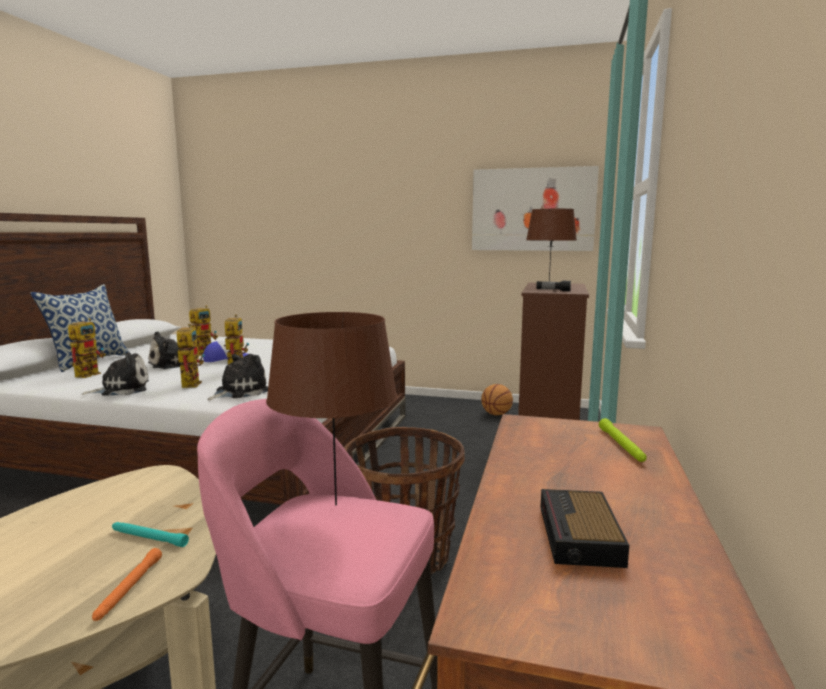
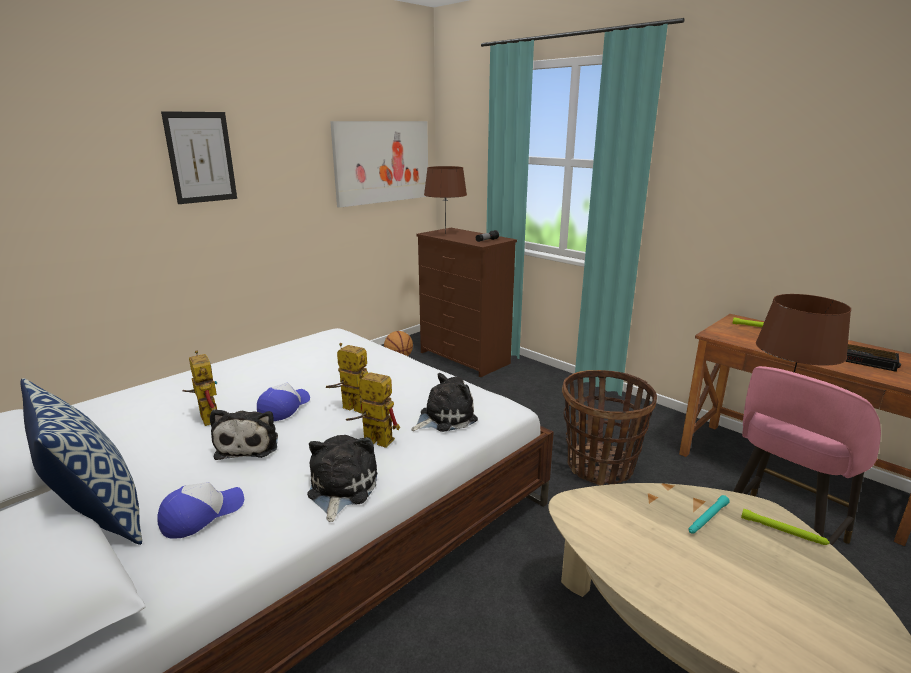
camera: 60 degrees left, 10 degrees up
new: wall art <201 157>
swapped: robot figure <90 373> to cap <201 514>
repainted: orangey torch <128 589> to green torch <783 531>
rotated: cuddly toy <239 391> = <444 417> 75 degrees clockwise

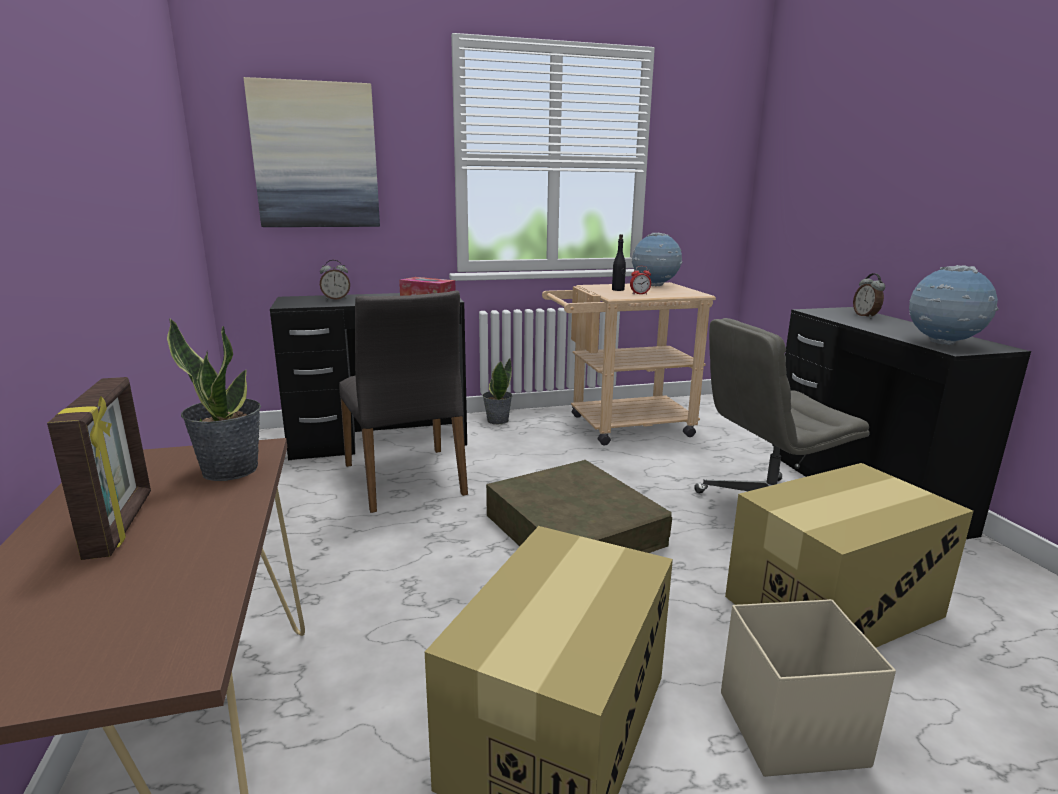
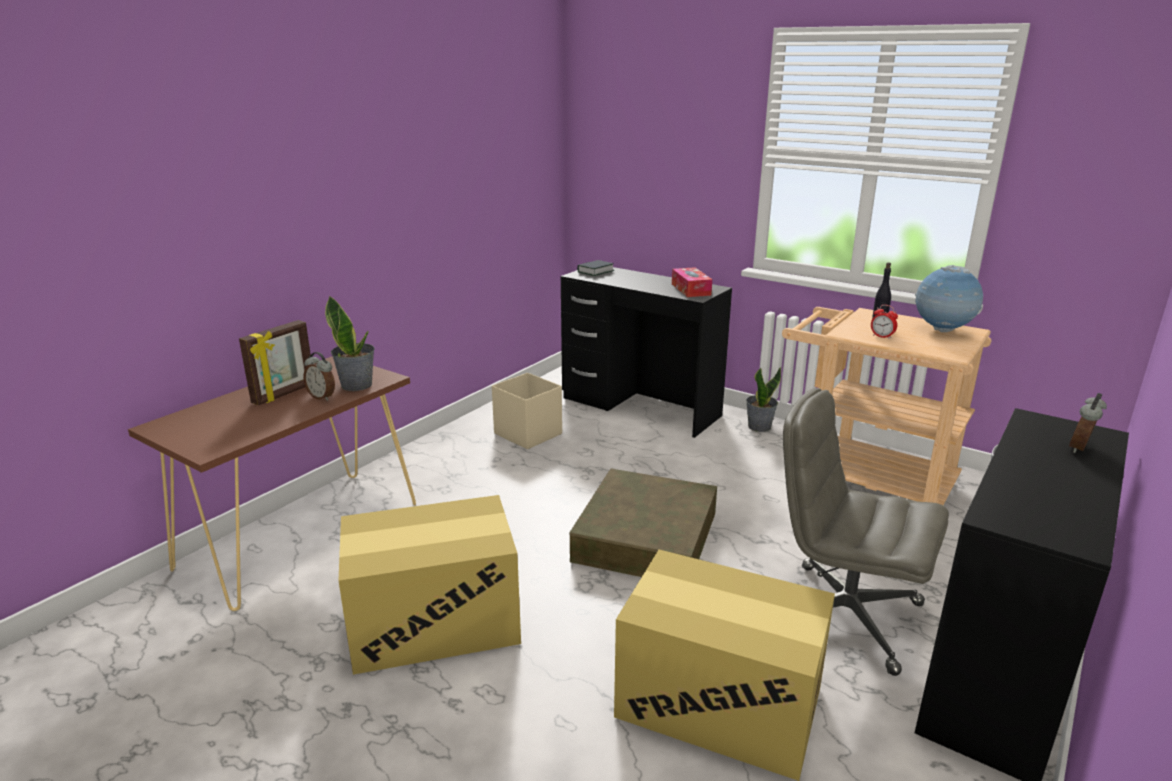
camera: 50 degrees right, 5 degrees up
gone: wall art <316 156>; grey upright chair <406 479>; desk globe <943 344>
new: bound book <595 271>
shifted: bedside clock <336 299> to <322 397>; beige-coloured storage container <788 728> to <527 433>

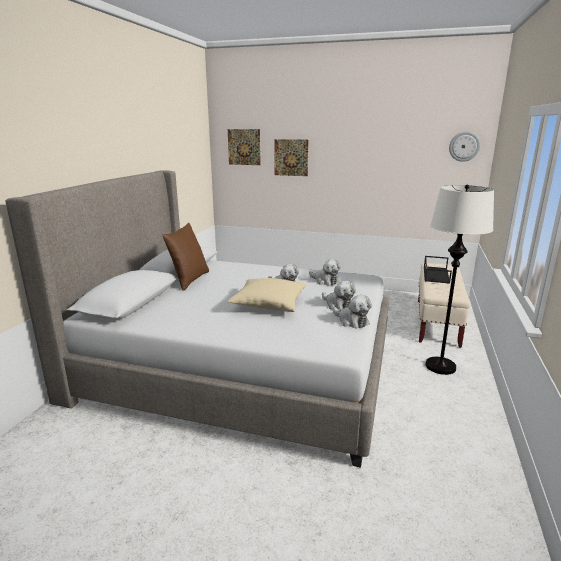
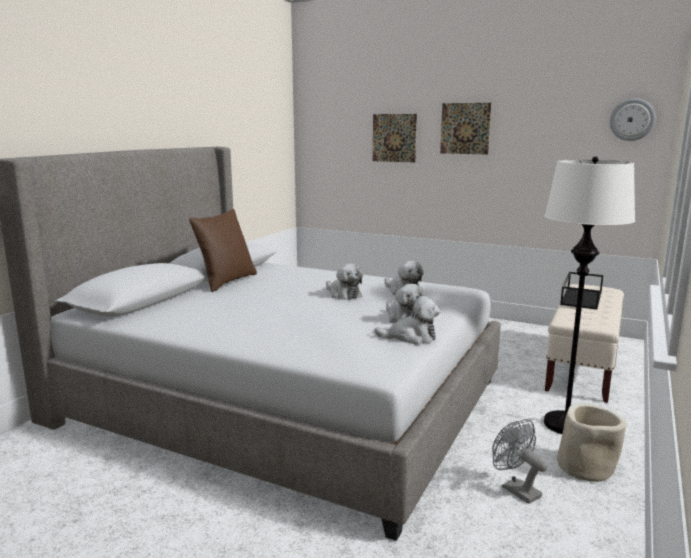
camera: 10 degrees right, 5 degrees down
gone: beige-coloured cushion <269 304>
new: grey cooling fan <515 489>; beige-coloured flower pot <585 468>
shifted: wall art <244 147> to <465 128>
rotated: cuddly toy <351 321> = <411 337> 60 degrees counterclockwise

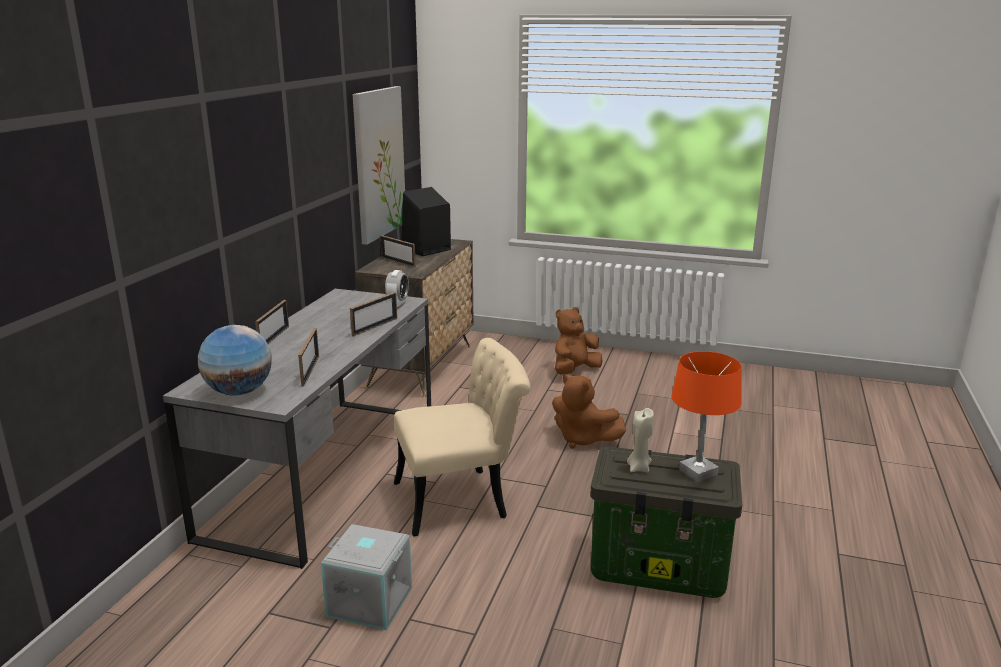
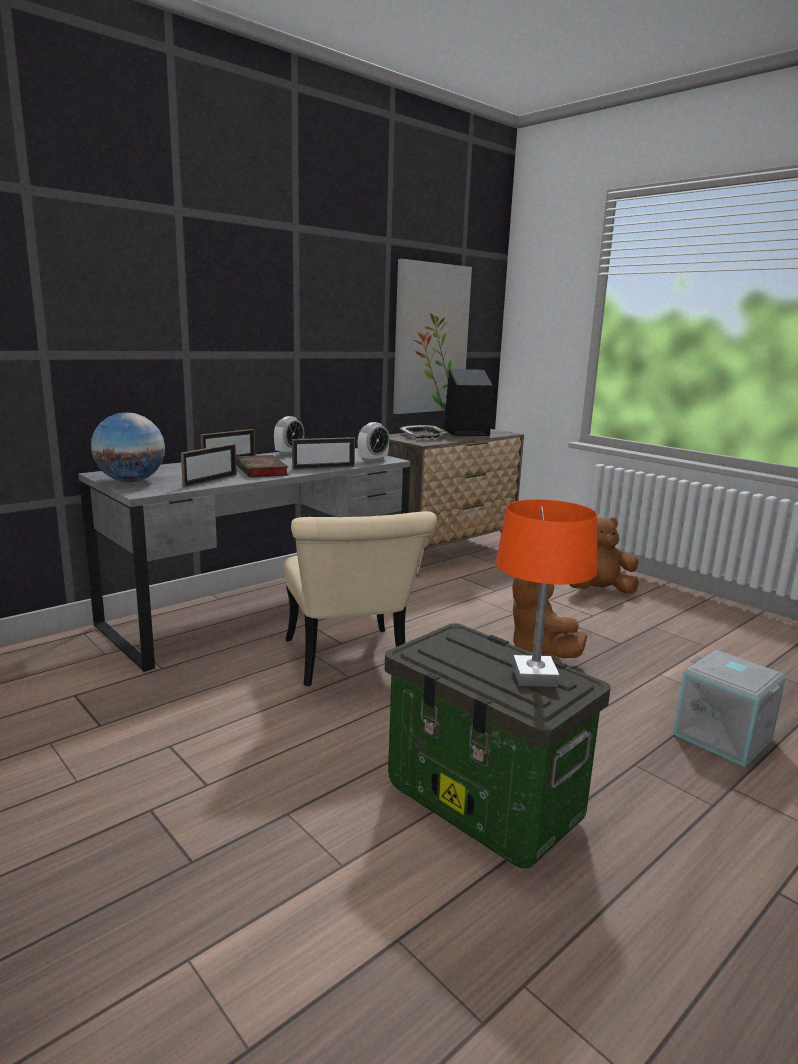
camera: 30 degrees right, 5 degrees down
gone: beige-coloured wax candle <638 468>
new: bound book <262 471>; bedside clock <289 453>
shifted: grey storage container <371 601> to <724 736>
swapped: photo frame <398 262> to tray <423 436>
rotated: beige-coloured upright chair <462 498> = <349 663> 60 degrees clockwise

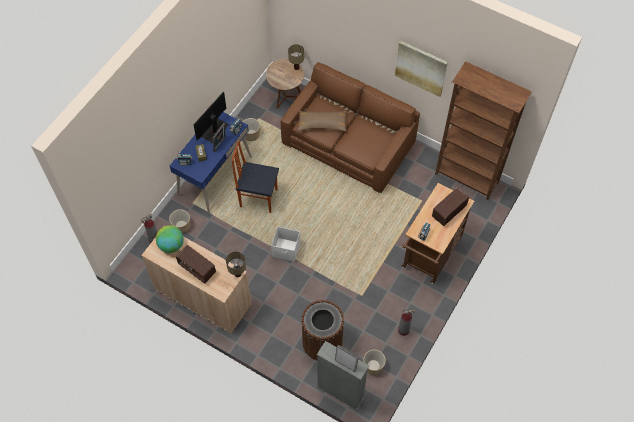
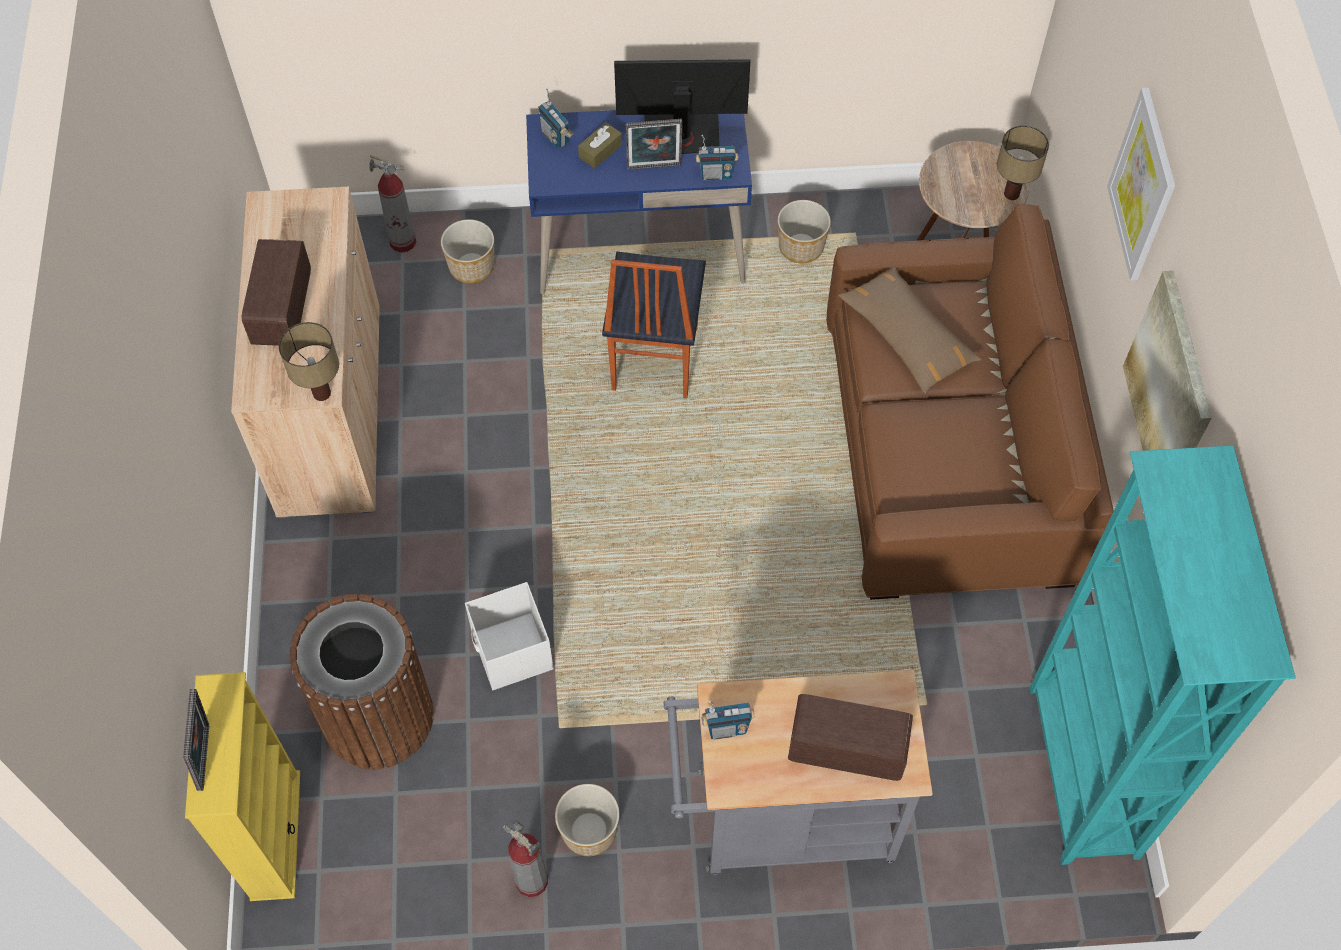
camera: 55 degrees right, 0 degrees up
gone: desk globe <171 245>
new: wall art <1143 185>
shifted: white storage container <286 250> to <512 652>; flower pot <373 366> to <590 831>
repainted: grey bookcase <340 392> to yellow bookcase <275 835>; brown trolley <429 256> to grey trolley <782 819>; brown bookcase <467 178> to turquoise-coloured bookcase <1081 773>
rotated: upright chair <258 197> = <653 359> 150 degrees counterclockwise

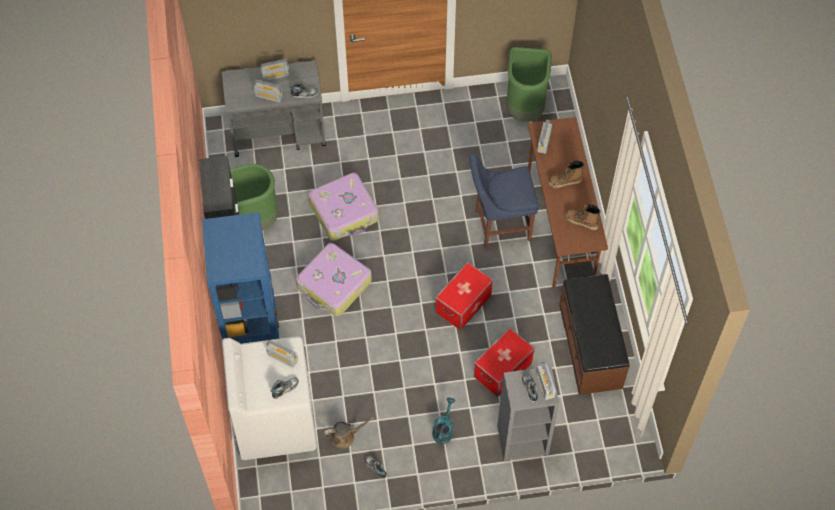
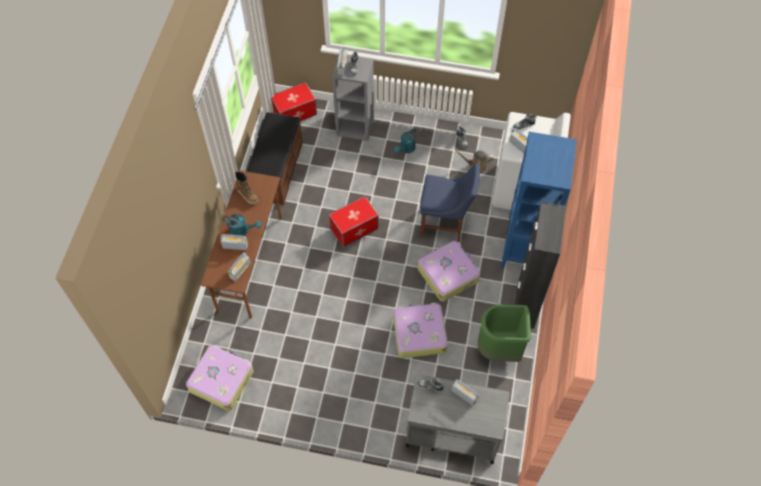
camera: 160 degrees left, 0 degrees up
shifted: radio <275 75> to <235 246>; blue upright chair <499 225> to <445 224>; storage container <503 370> to <294 112>
swapped: green waste bin <525 109> to suitcase <221 380>; high-top boot <564 182> to turquoise-coloured sprinkling can <242 230>

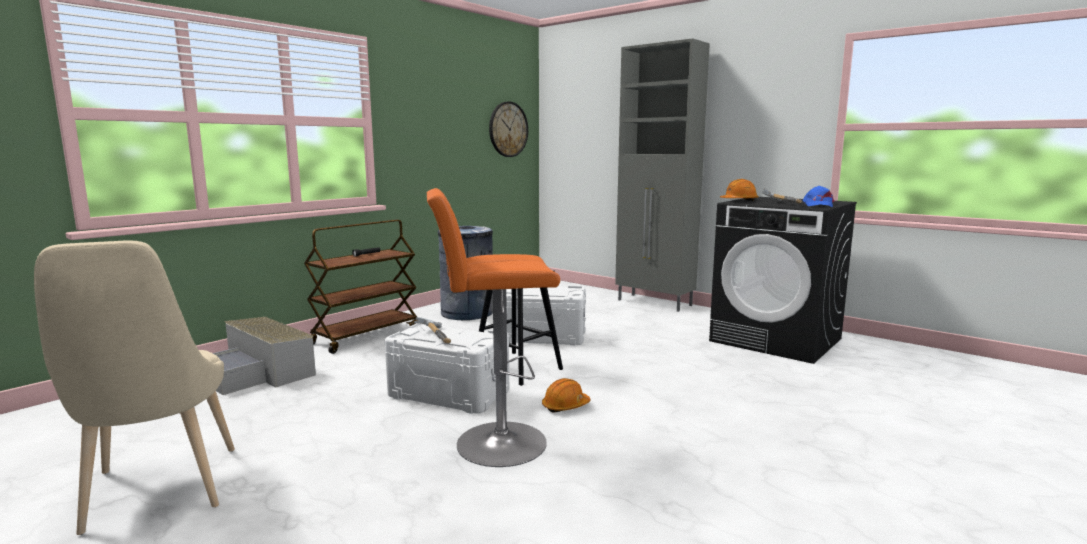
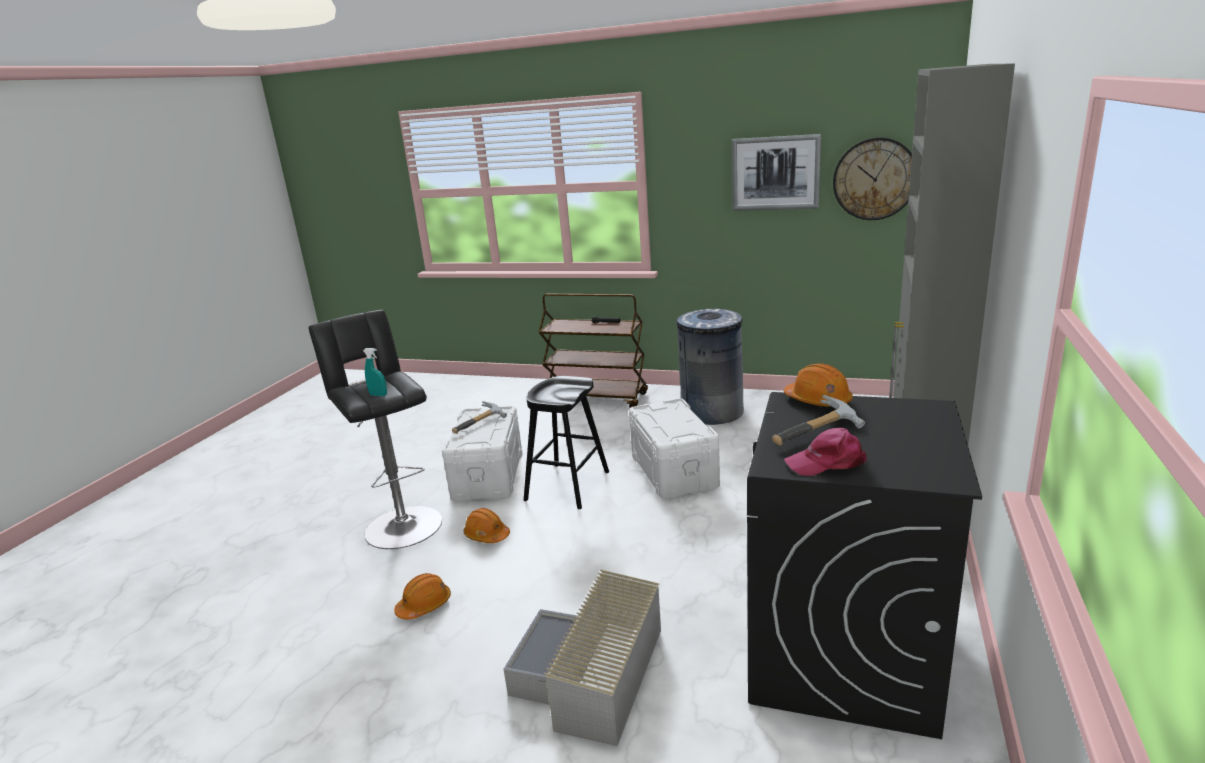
camera: 70 degrees right, 10 degrees up
gone: beige-coloured upright chair <159 494>
new: turquoise-coloured spray bottle <378 395>; orangey work helmet <424 605>; wall art <775 173>
shifted: grey storage container <260 372> to <591 676>
repainted: orangey sitting stool <494 444> to black-coloured sitting stool <401 524>; blue cap <817 205> to pinkish cap <827 462>

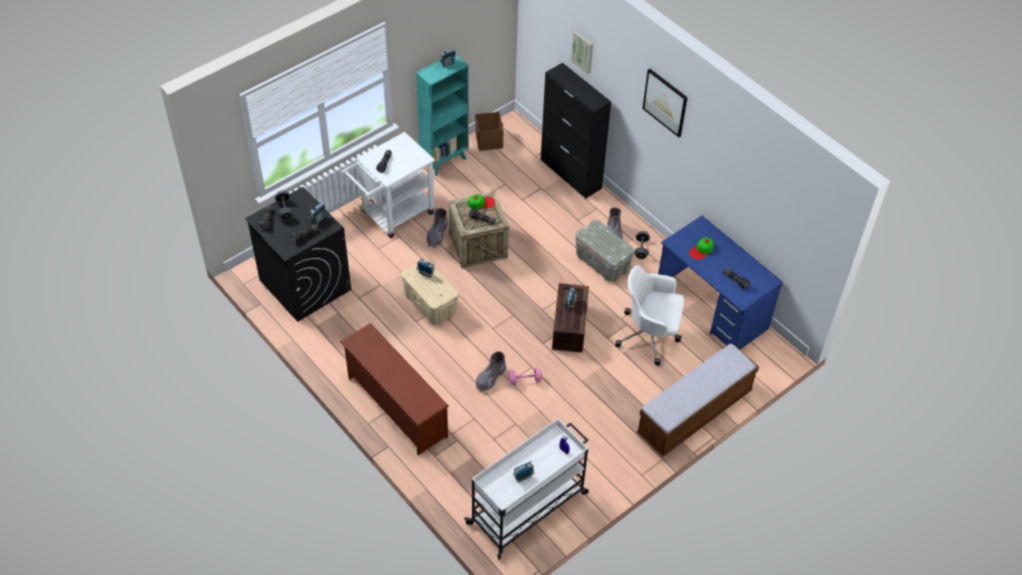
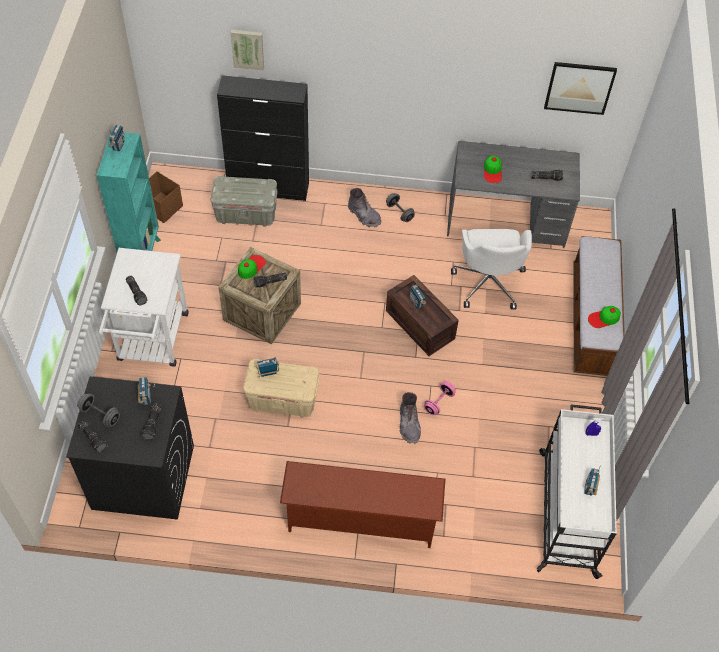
camera: 45 degrees left, 5 degrees up
gone: grey high-top boot <437 235>
new: cap <604 318>
shifted: grey storage container <602 263> to <246 214>; wall art <665 102> to <579 87>
repainted: blue desk <711 308> to grey desk <506 221>
rotated: white desk chair <650 335> = <488 282> 60 degrees counterclockwise

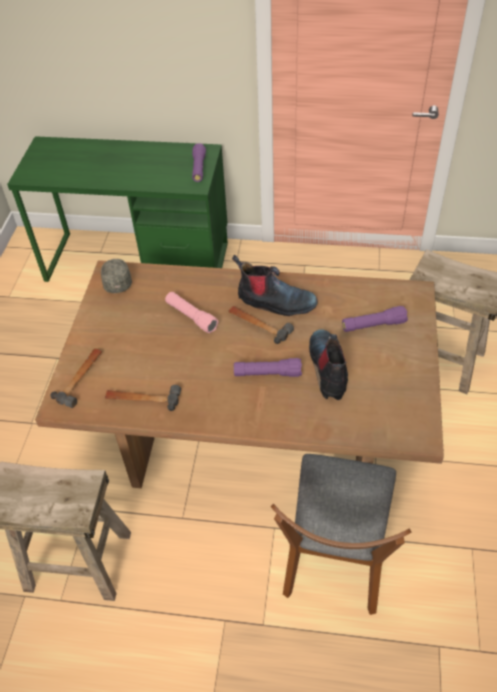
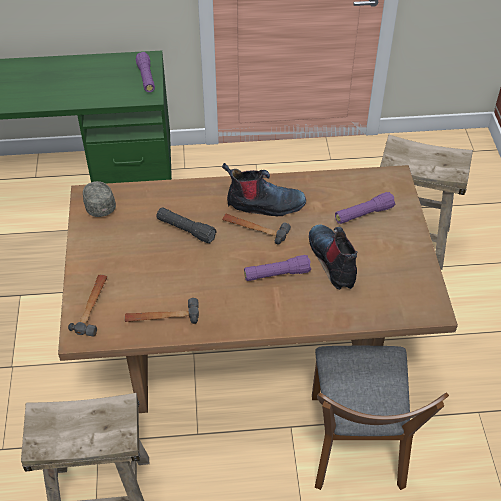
camera: 15 degrees left, 0 degrees up
repainted: pinkish torch <191 317> to black-coloured torch <186 230>

